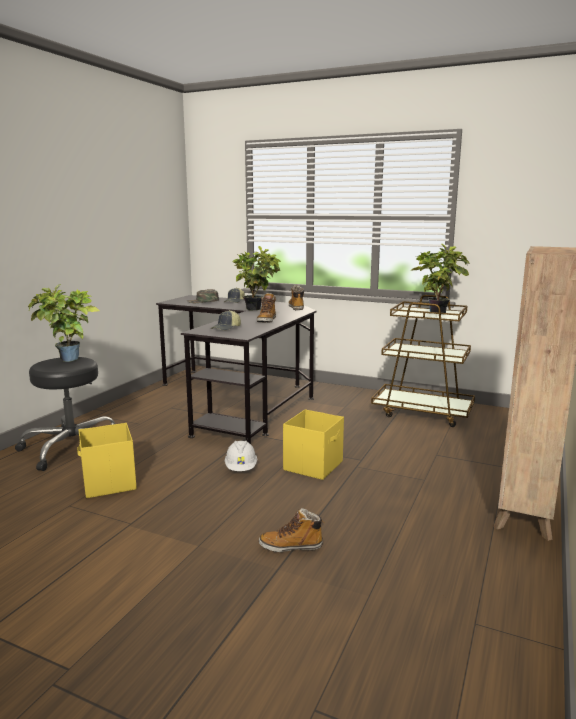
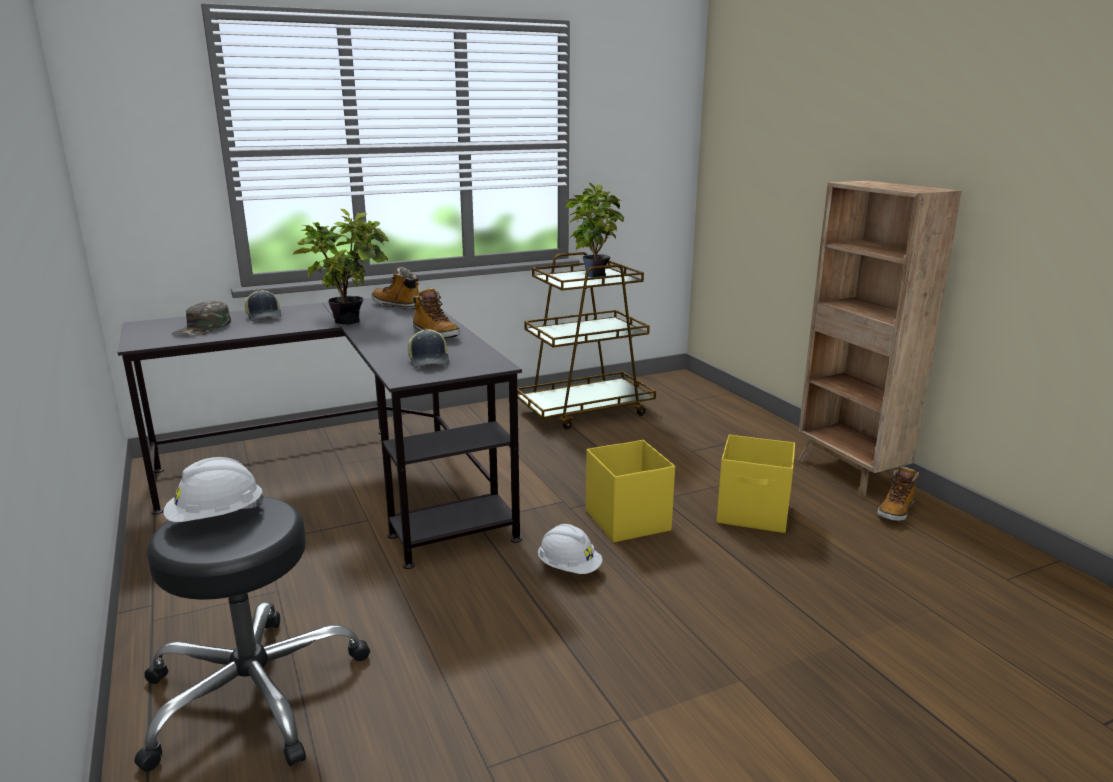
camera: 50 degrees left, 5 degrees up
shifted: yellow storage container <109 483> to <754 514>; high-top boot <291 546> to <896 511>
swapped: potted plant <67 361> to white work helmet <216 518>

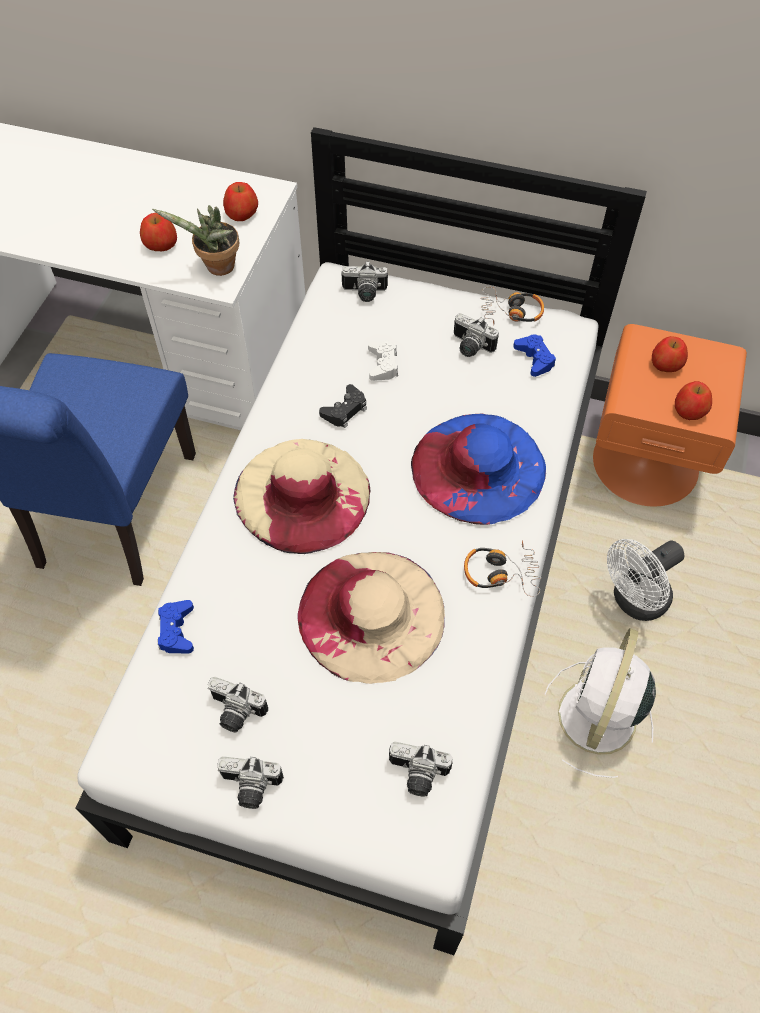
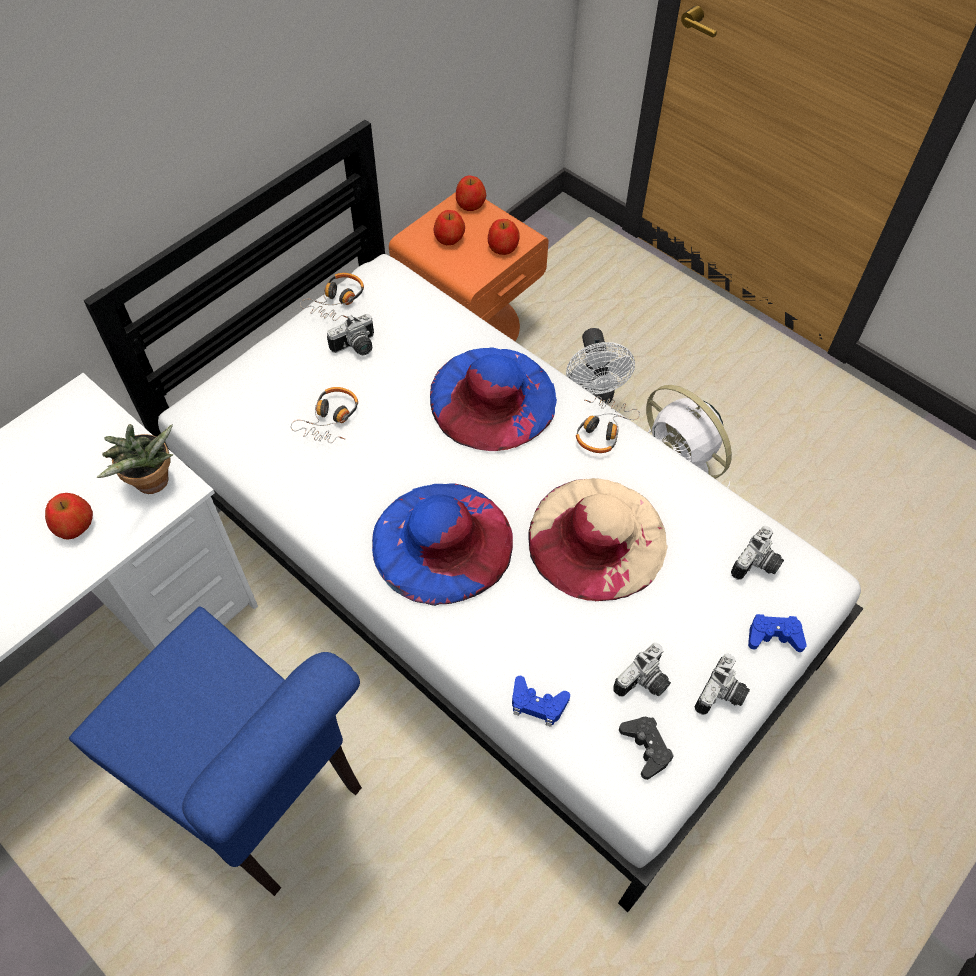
camera: 65 degrees left, 0 degrees up
gone: still camera <364 293>
shifted: apple <242 214> to <470 203>; black-coloured joypad <345 410> to <646 748>; blue joypad <534 359> to <774 636>
swapped: white joypad <383 364> to pair of headphones <330 420>
repainted: beige-coloured wearable hat <302 494> to blue wearable hat <442 542>

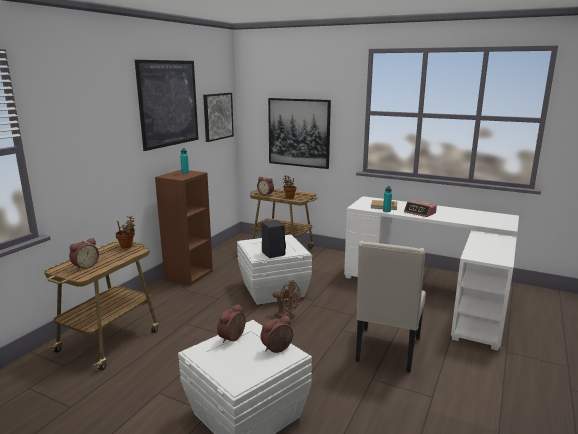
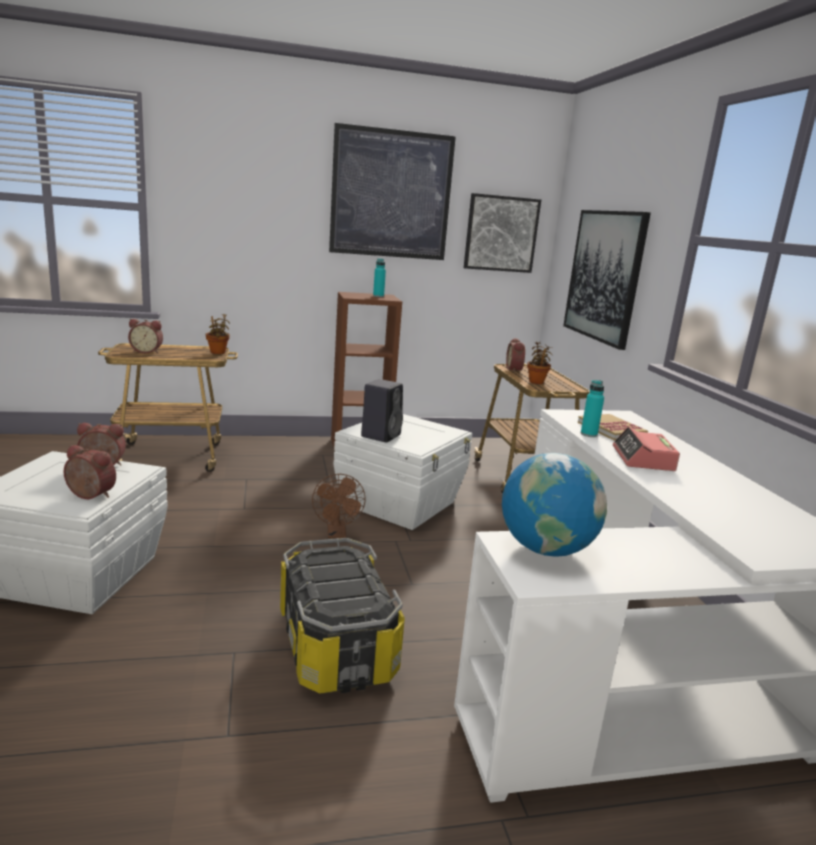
camera: 50 degrees right, 0 degrees up
new: desk globe <546 549>
swapped: beige-coloured upright chair <387 350> to storage container <334 646>

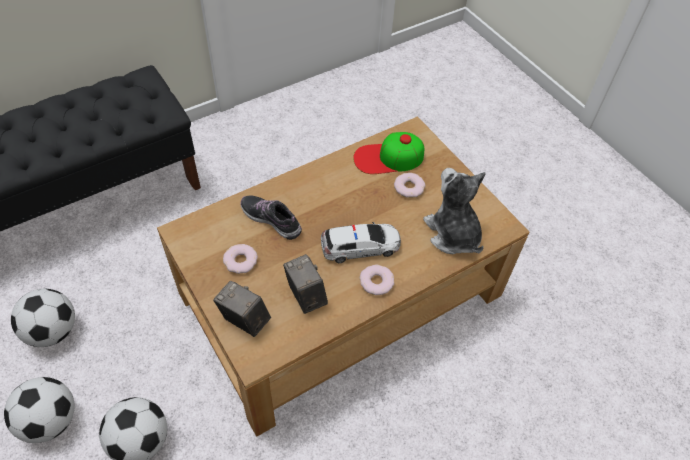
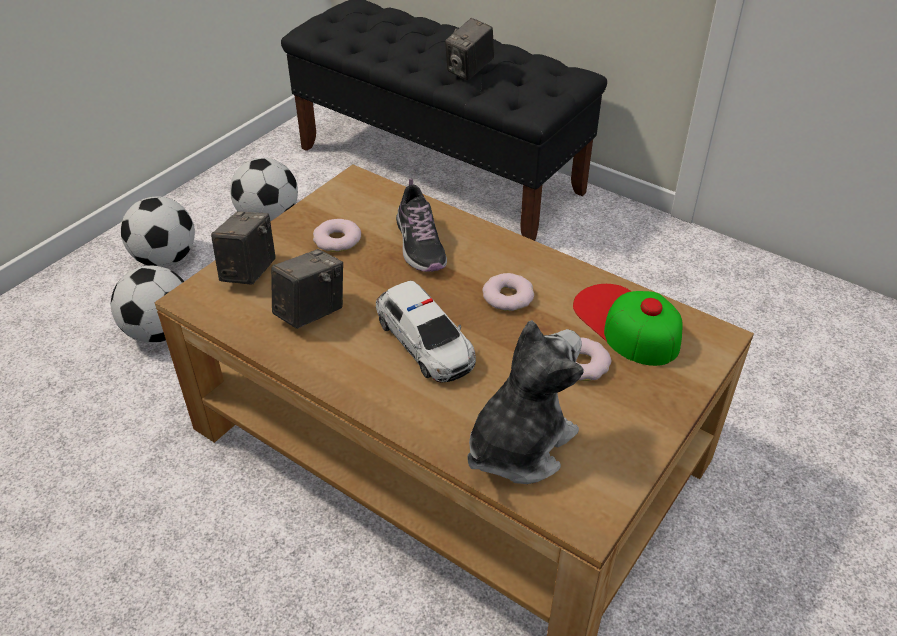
camera: 70 degrees right, 10 degrees down
new: still camera <469 71>
shifted: ring doughnut <376 282> to <508 296>
rotated: low shoe <271 220> = <420 244> 150 degrees clockwise

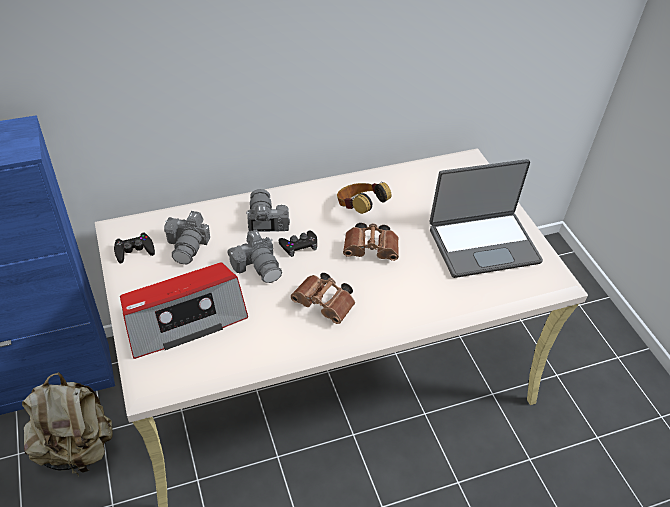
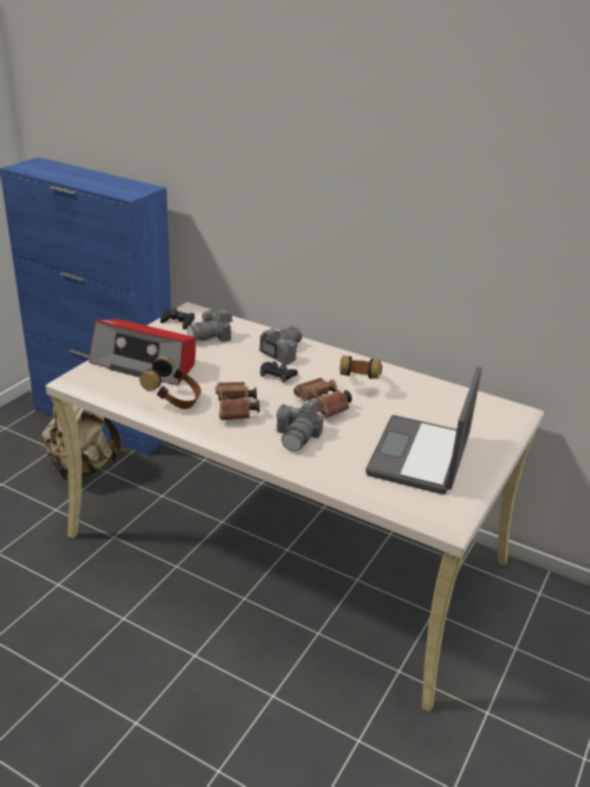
camera: 50 degrees right, 15 degrees down
new: pair of headphones <174 401>
shifted: still camera <258 266> to <298 436>
rotated: notebook computer <483 244> = <421 456> 75 degrees clockwise

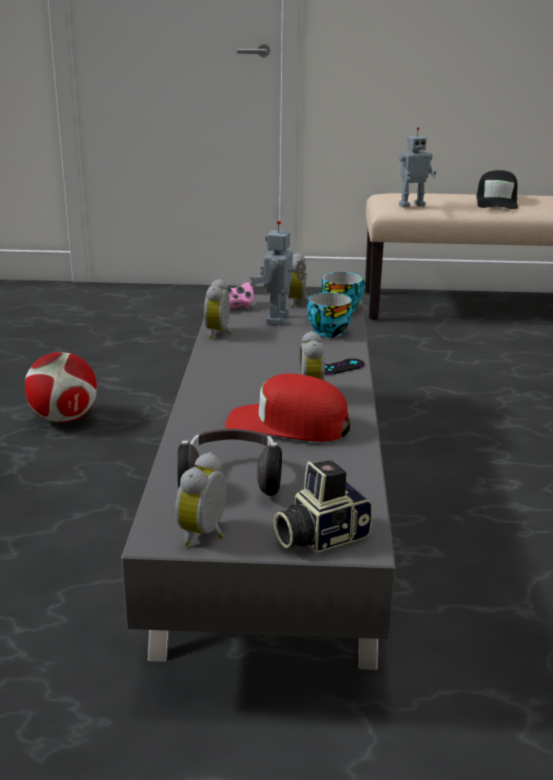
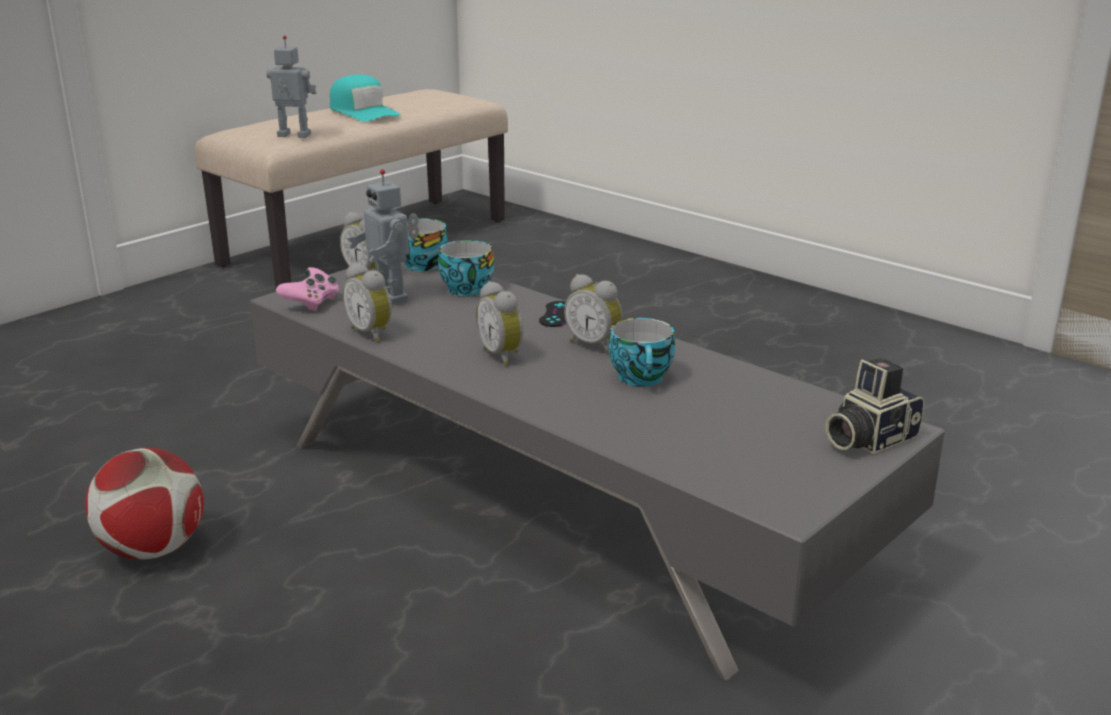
camera: 50 degrees left, 0 degrees up
gone: pair of headphones <231 480>
shifted: bedside clock <206 534> to <503 355>
swapped: reddish cap <288 425> to cup <643 378>
repainted: black-coloured cap <497 201> to turquoise-coloured cap <363 112>
rotated: still camera <320 536> = <867 439> 45 degrees clockwise; robot figure <411 205> = <293 136> 105 degrees counterclockwise

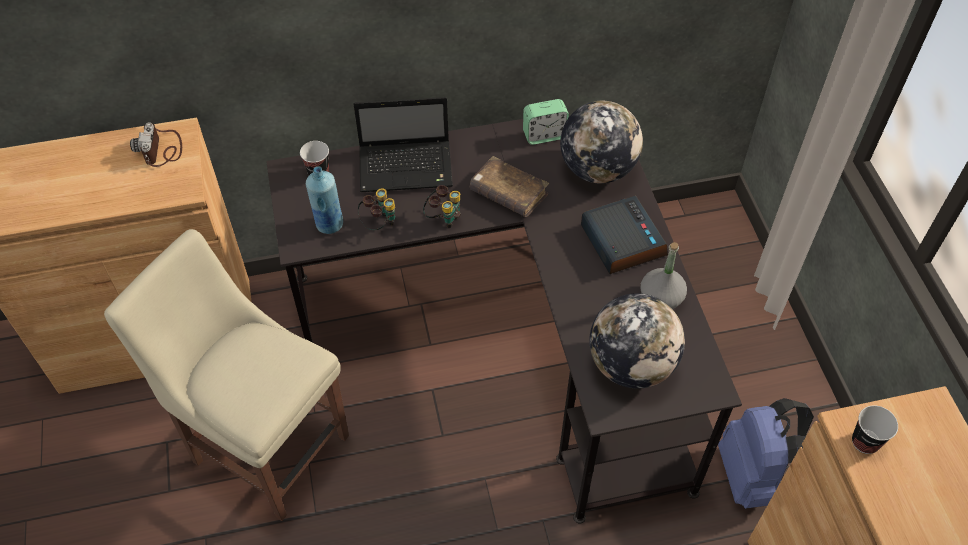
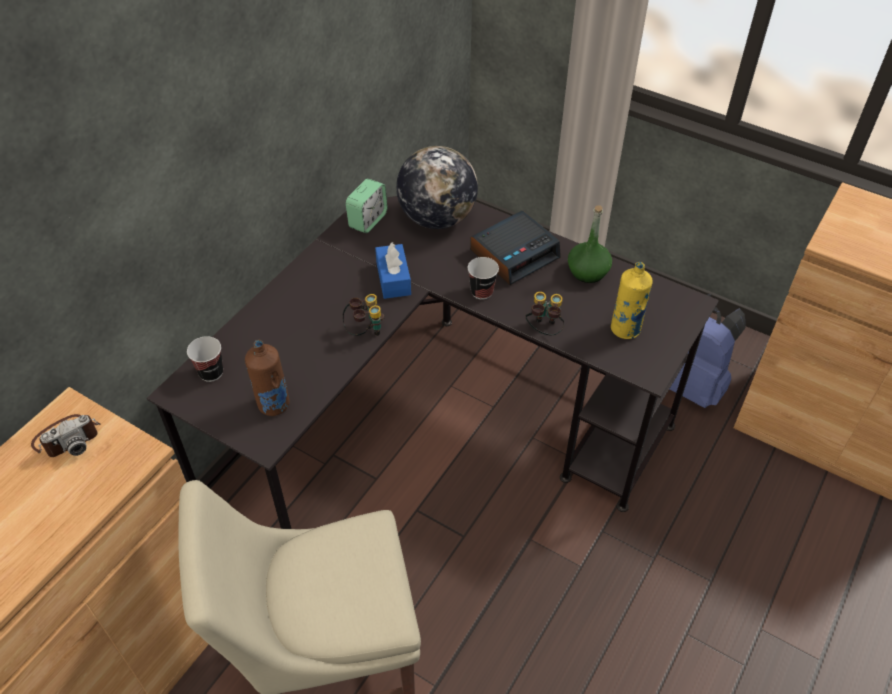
camera: 45 degrees left, 5 degrees down
gone: notebook computer <408 167>
shifted: field glasses <379 223> to <543 330>; cup <865 442> to <482 292>
swapped: brown bound book <508 194> to blue tissue box <393 279>; desk globe <631 365> to yellow beverage bottle <625 329>
repainted: blue beverage bottle <329 224> to brown beverage bottle <273 405>; grey beverage bottle <661 298> to green beverage bottle <588 272>
rotated: still camera <161 150> = <68 438> 75 degrees counterclockwise; bedside clock <621 240> = <515 254> 120 degrees clockwise

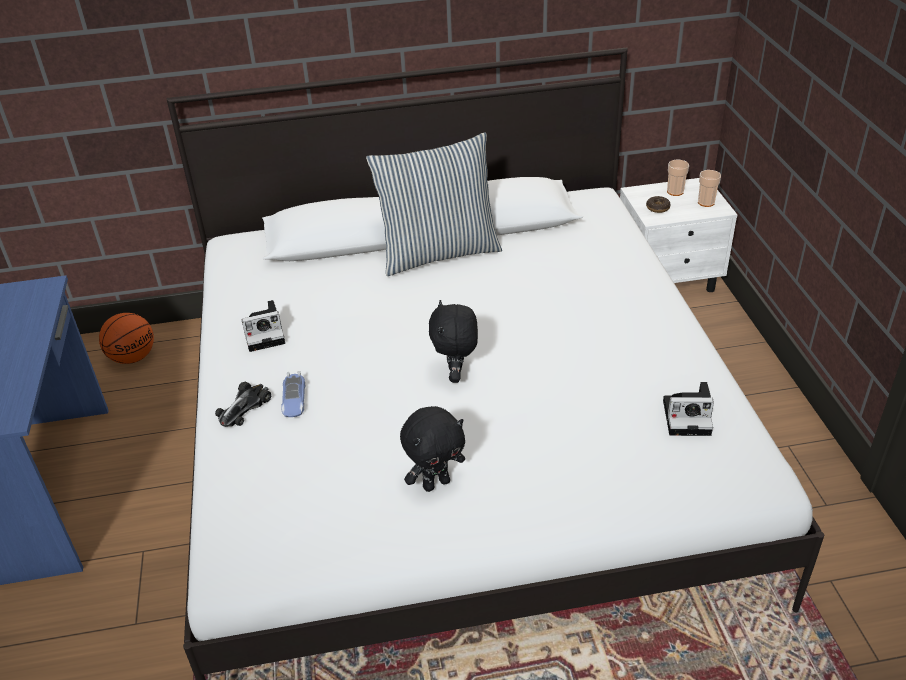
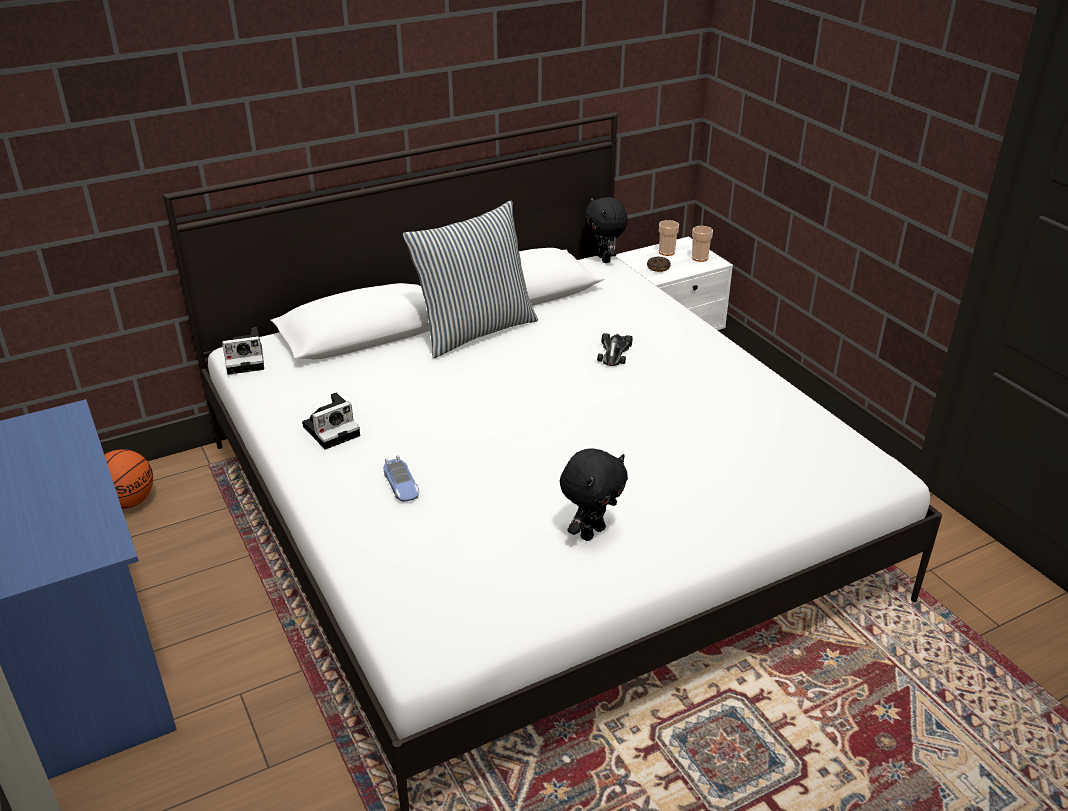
camera: 20 degrees left, 5 degrees down
shifted: toy car <244 407> to <614 352>; black-coloured cuddly toy <456 375> to <605 259>; still camera <689 417> to <247 360>

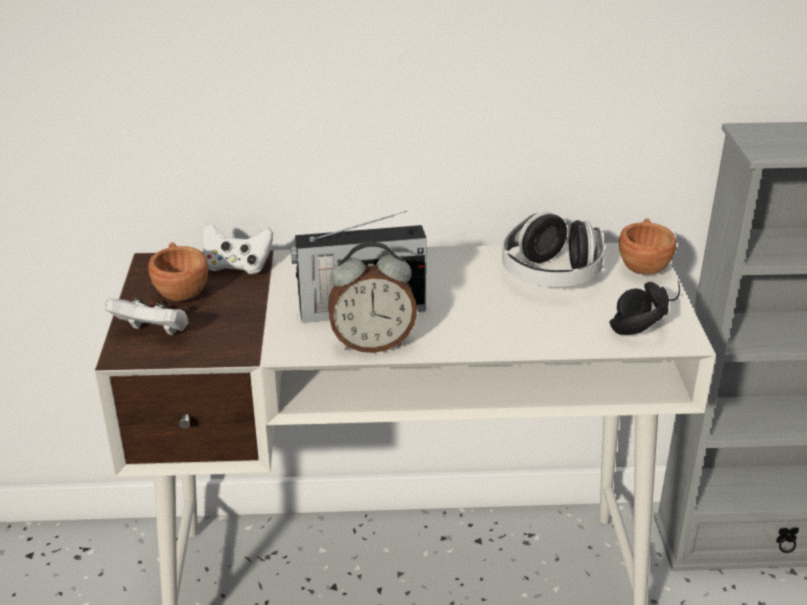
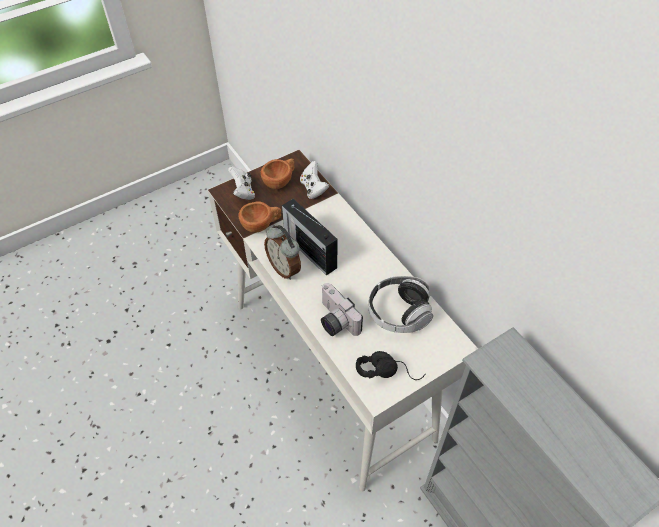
camera: 60 degrees right, 20 degrees up
new: still camera <334 321>
shifted: brown cup <643 264> to <261 225>

